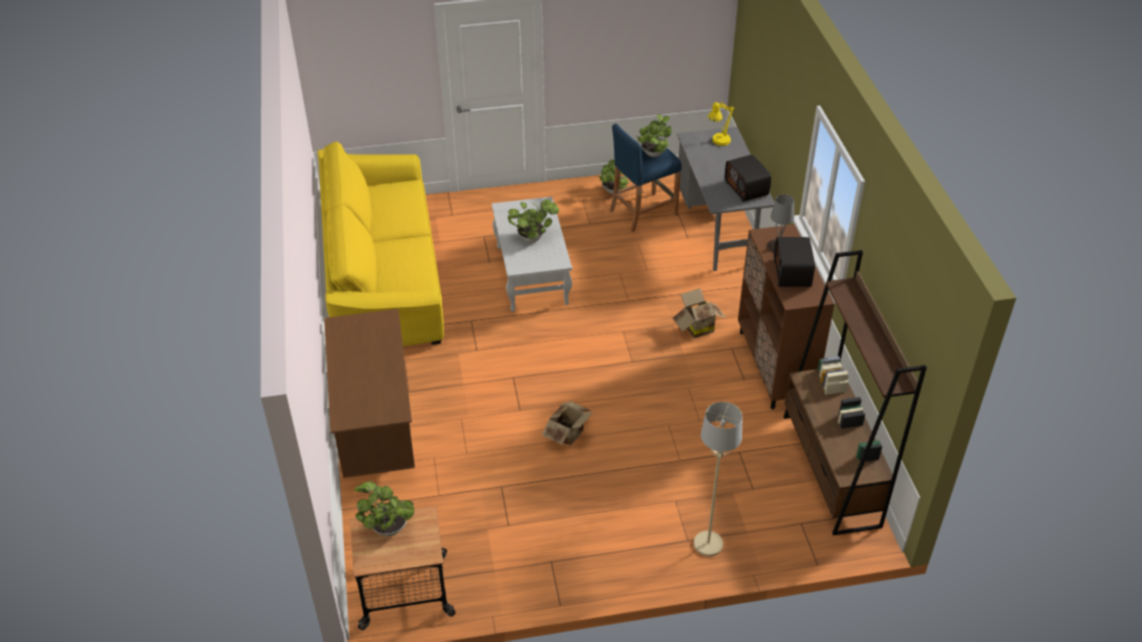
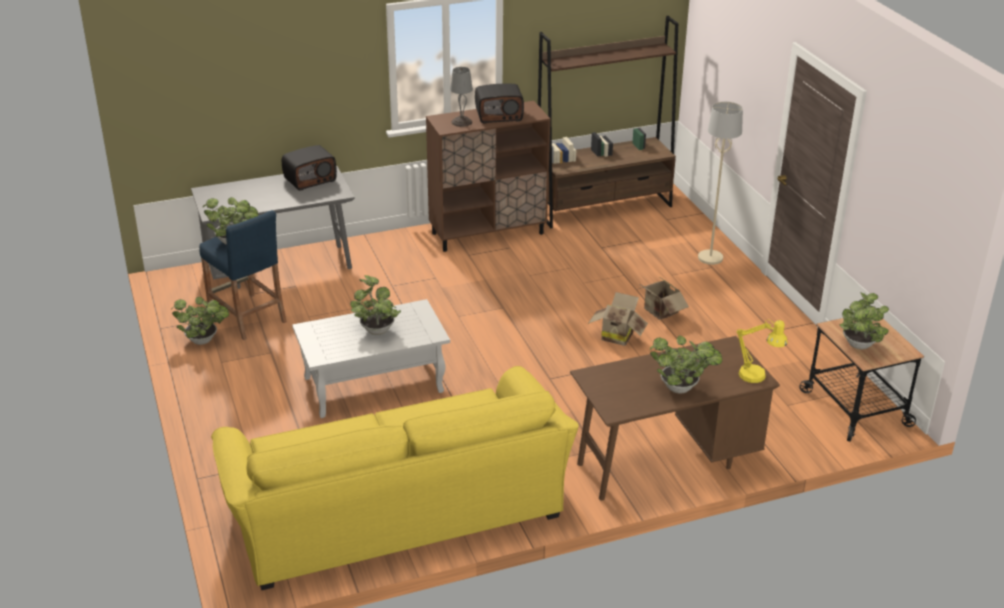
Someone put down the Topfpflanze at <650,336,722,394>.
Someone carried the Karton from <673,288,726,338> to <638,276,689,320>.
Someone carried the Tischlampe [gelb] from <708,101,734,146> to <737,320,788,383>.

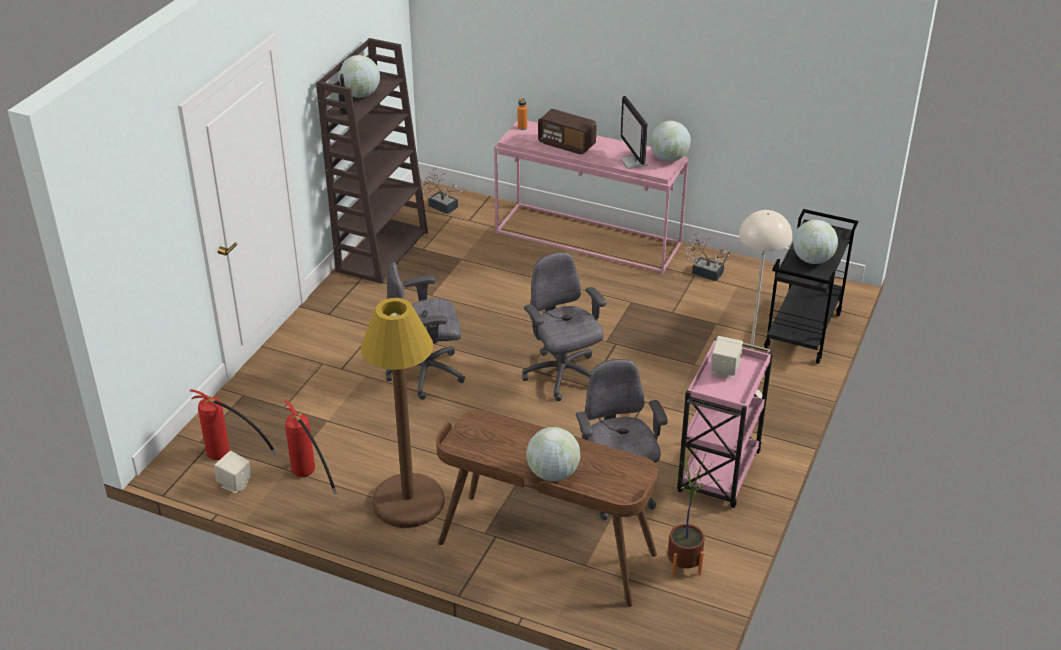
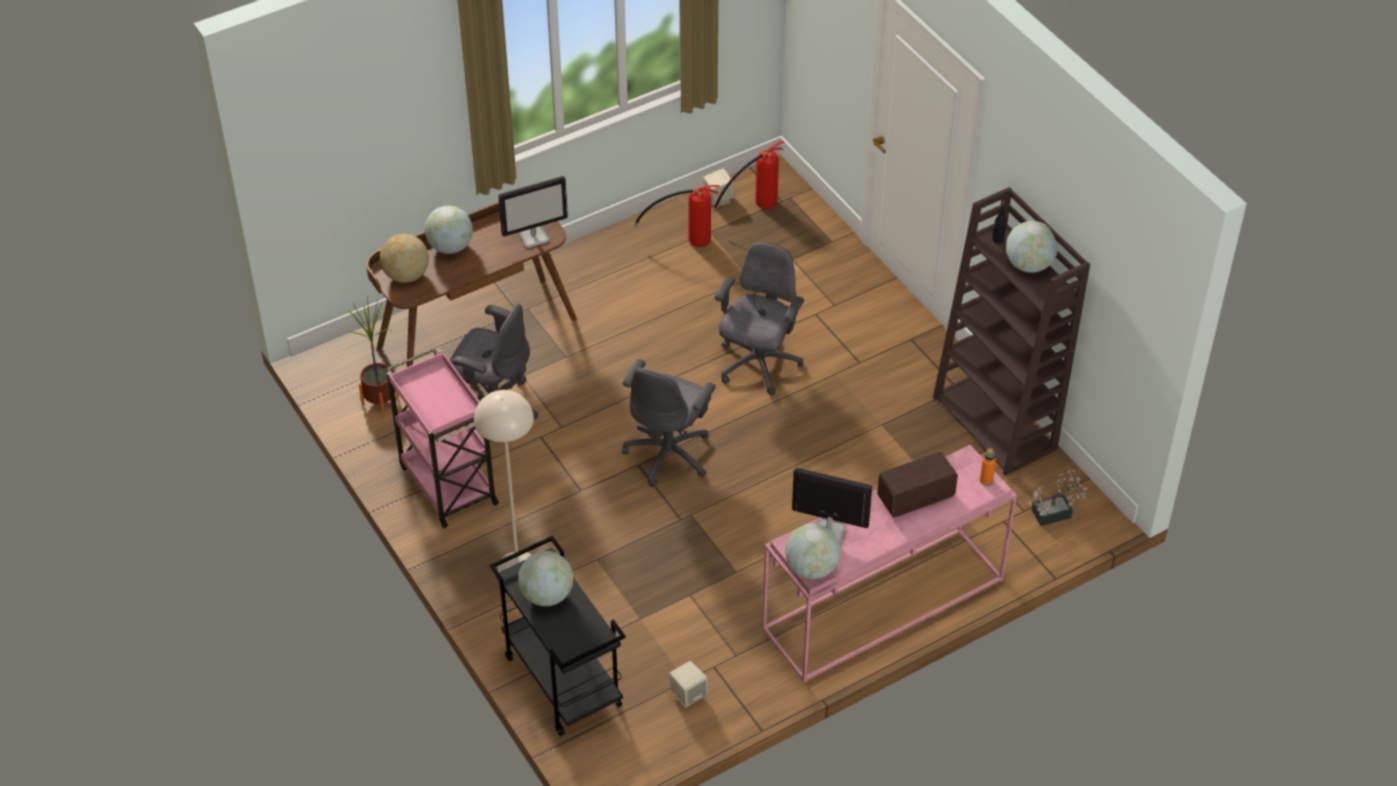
Someone took away the Stehlampe [braun] at <361,298,445,528>.
Someone took away the Topfpflanze at <685,232,731,281>.
Someone put down the Globus at <380,234,429,283>.
Someone put down the Monitor at <498,176,568,248>.
Someone carried the Lautsprecher [beige] from <711,336,743,379> to <669,661,708,708>.
Someone rotated the Bürostuhl [grau] at <522,252,607,401> by 105 degrees clockwise.

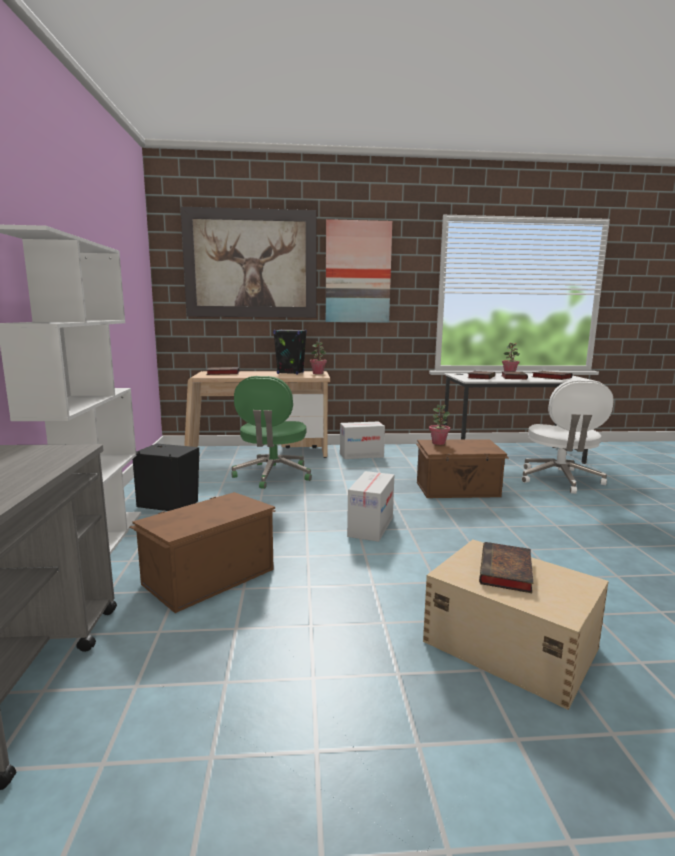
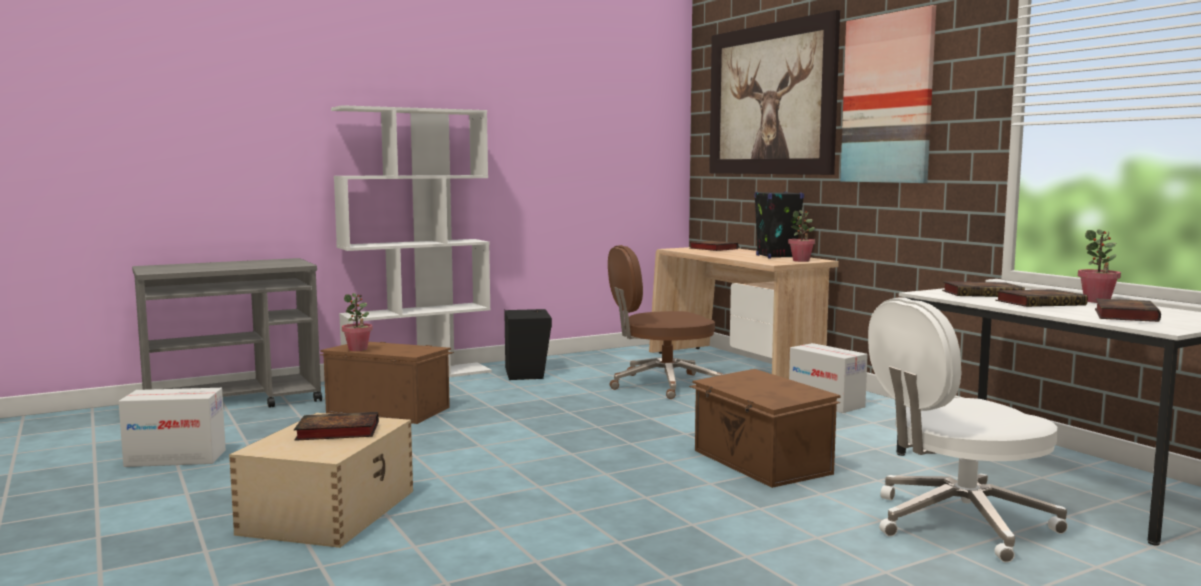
Someone carried the Karton from <347,471,394,542> to <118,388,226,467>.
Someone carried the Topfpflanze from <429,405,450,445> to <342,293,373,351>.
Someone repainted the Bürostuhl [grün] at <231,376,312,489>, which became the Bürostuhl [braun] at <608,245,723,399>.

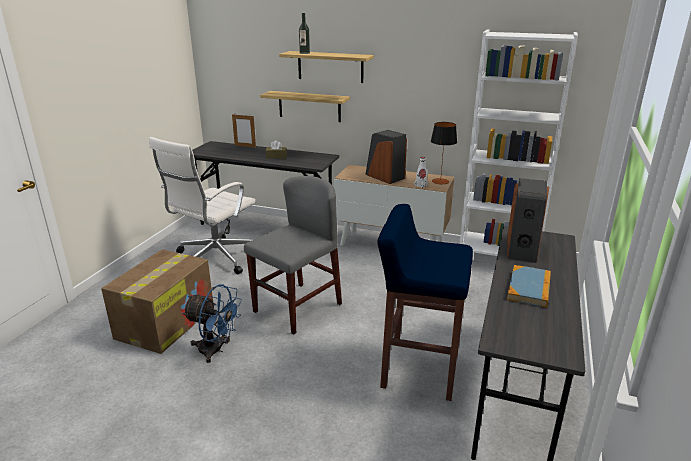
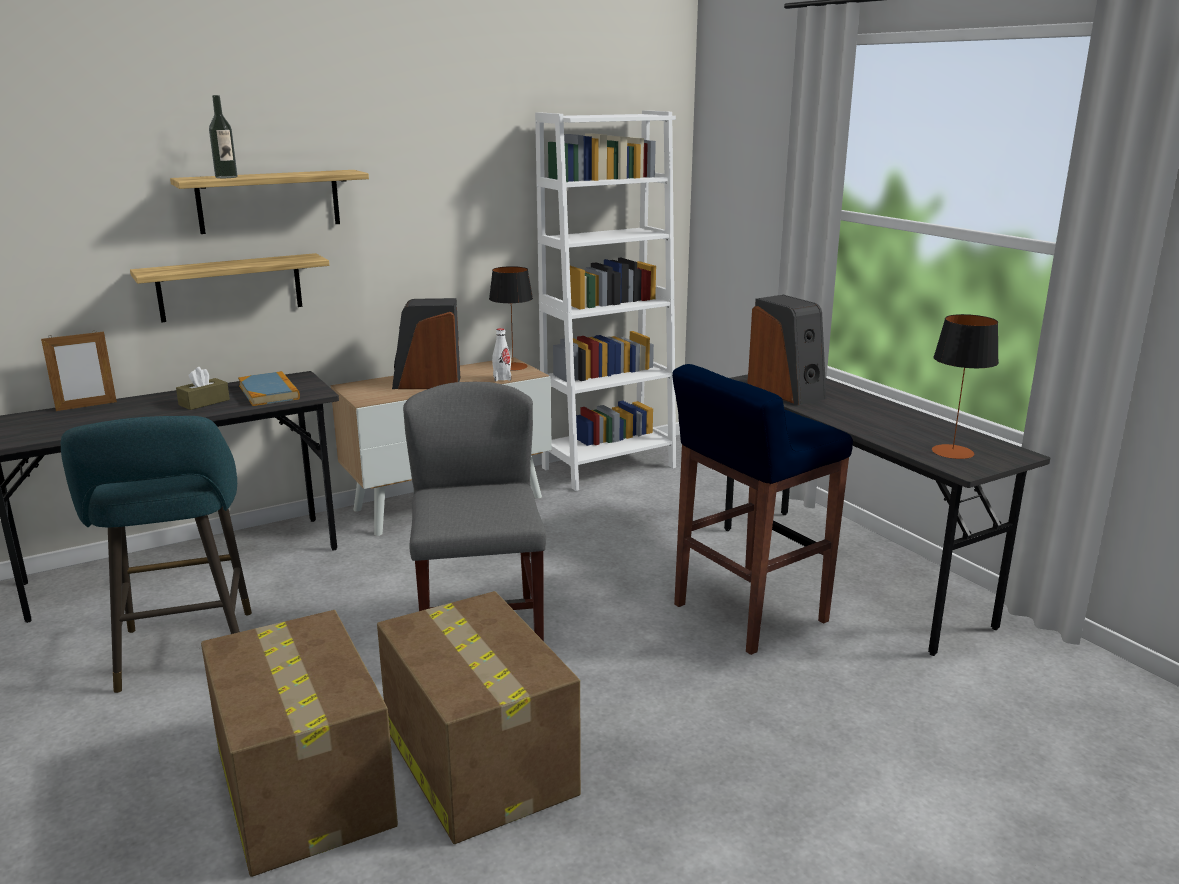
Someone put down the Tischlampe at <932,314,999,459>.
Someone carried the Buch from <507,265,551,307> to <238,371,300,406>.
Someone swapped the Bürostuhl [weiß] at <149,137,255,274> for the Hocker [türkis] at <61,416,252,693>.
Someone swapped the Ventilator [blau] at <182,284,242,363> for the Karton at <377,591,581,844>.

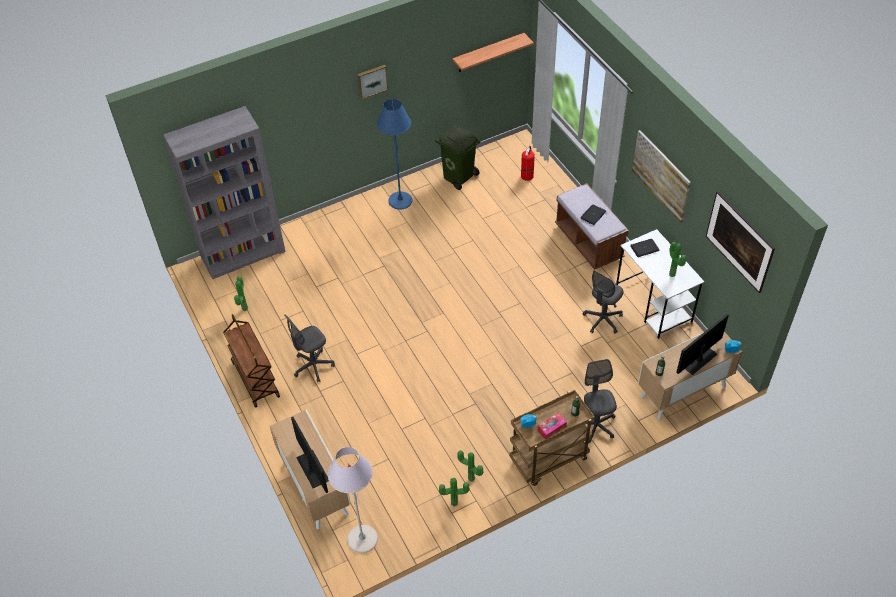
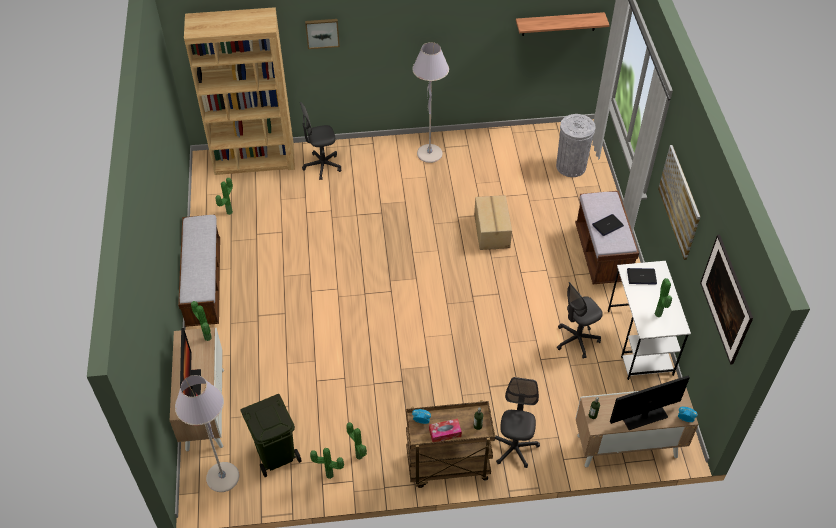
Someone put down the Topfpflanze at <191,301,212,341>.
Someone put down the Karton at <474,195,512,250>.
Someone carried the Bürostuhl [grau] from <284,315,335,382> to <300,102,341,180>.
Someone carried the Bild from <358,65,388,100> to <305,19,340,49>.
Someone carried the Mülleimer [grün] from <435,125,480,190> to <240,394,302,477>.
Someone swapped the Rollwagen [braun] at <223,314,280,408> for the Bank at <178,214,220,327>.
Someone swapped the Feuerlöscher at <521,146,535,181> for the Mülleimer [grau] at <556,114,596,177>.
Someone repainted the Bücherregal [grau] at <163,106,286,279>, which became the Bücherregal [braun] at <184,7,295,175>.
Someone repainted the Stehlampe [blau] at <377,99,412,210>, which became the Stehlampe [grau] at <412,42,449,163>.

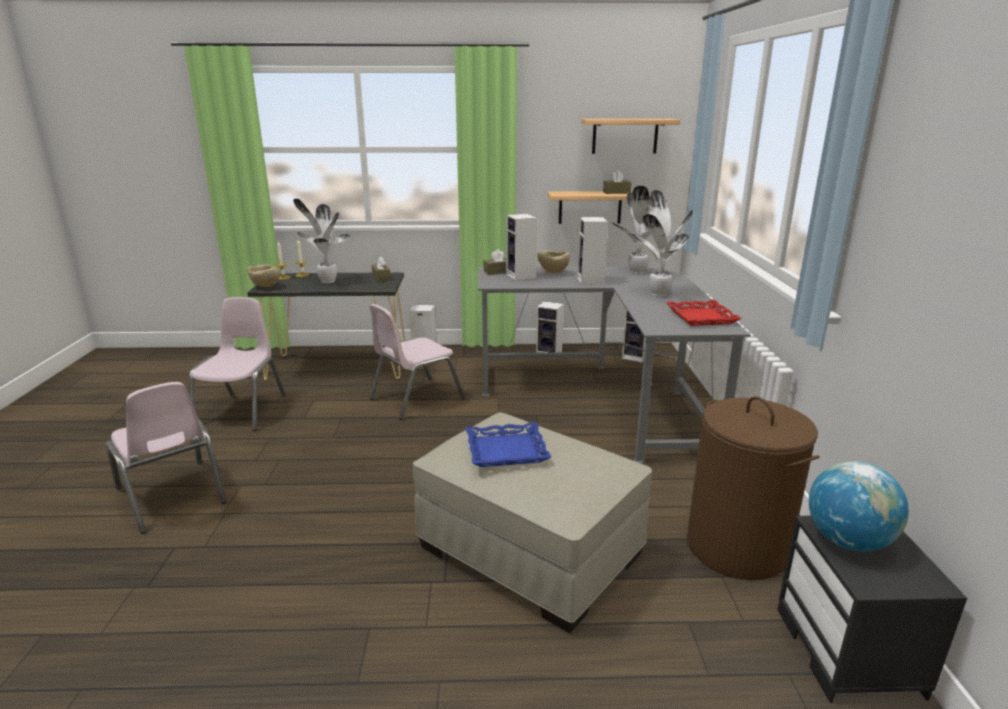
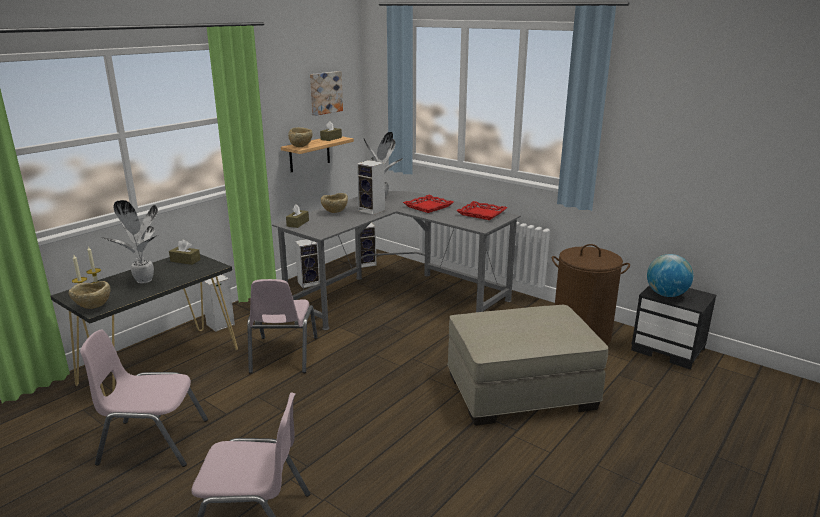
Someone took away the Tablett [blau] at <466,422,551,467>.
Someone took away the Lautsprecher at <506,214,537,281>.
Someone put down the Schüssel [beige] at <288,127,313,147>.
Someone swapped the Wandregal at <581,119,680,154> for the Bild at <310,71,343,116>.
Someone swapped the Topfpflanze at <632,190,693,296> for the Tablett [rot] at <403,195,454,213>.
Someone rotated the Stuhl [rosa] at <189,297,286,431> by 45 degrees counterclockwise.

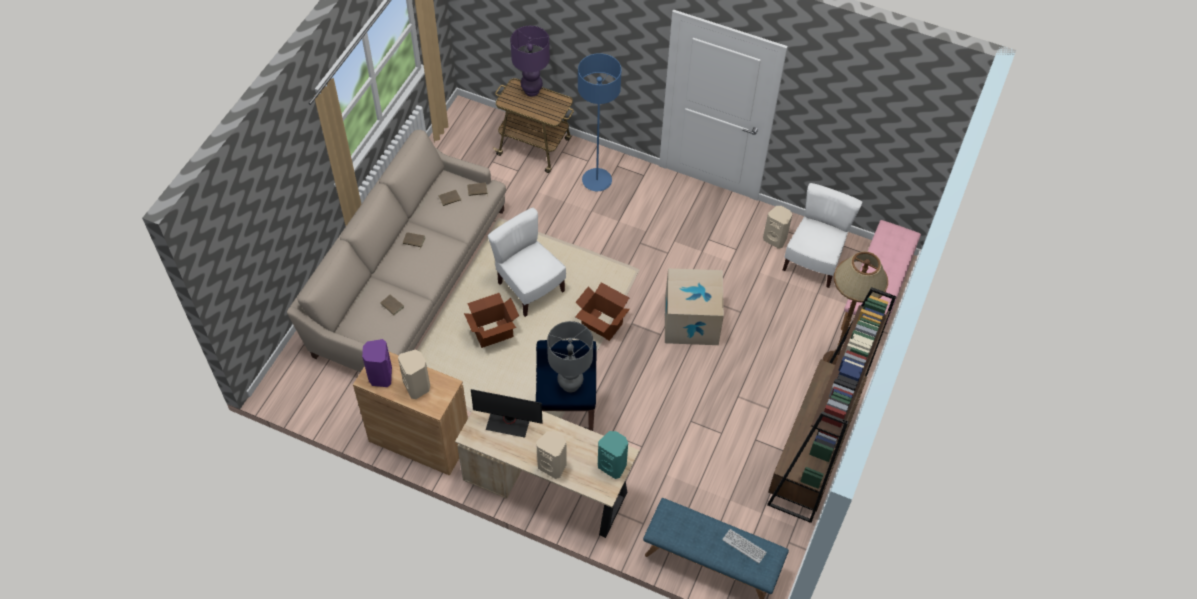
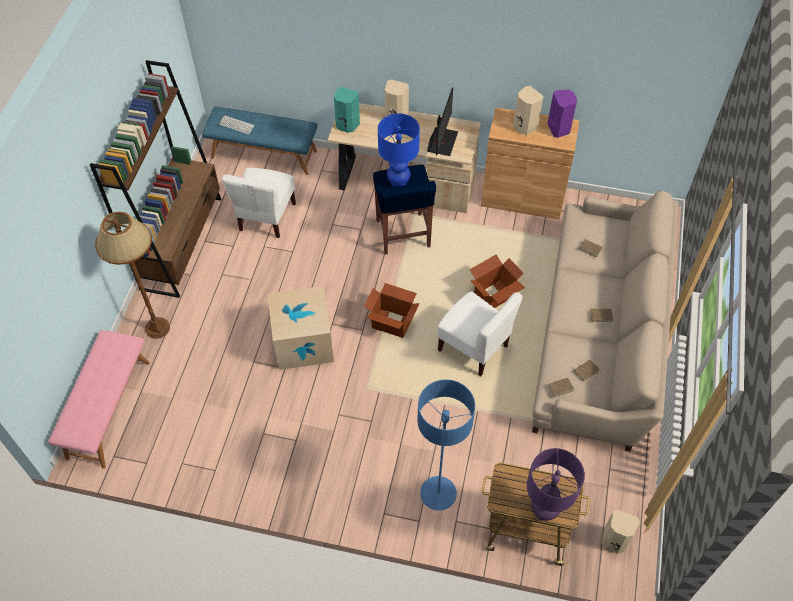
Someone carried the Lautsprecher [beige] from <763,206,793,249> to <602,509,640,554>.
Someone carried the Stuhl [weiß] from <783,183,862,288> to <222,168,296,238>.
Someone repainted the Tischlampe [grau] at <547,321,593,392>, which became the Tischlampe [blau] at <378,113,420,187>.
Someone rotated the Monitor at <471,389,542,438> by 105 degrees clockwise.

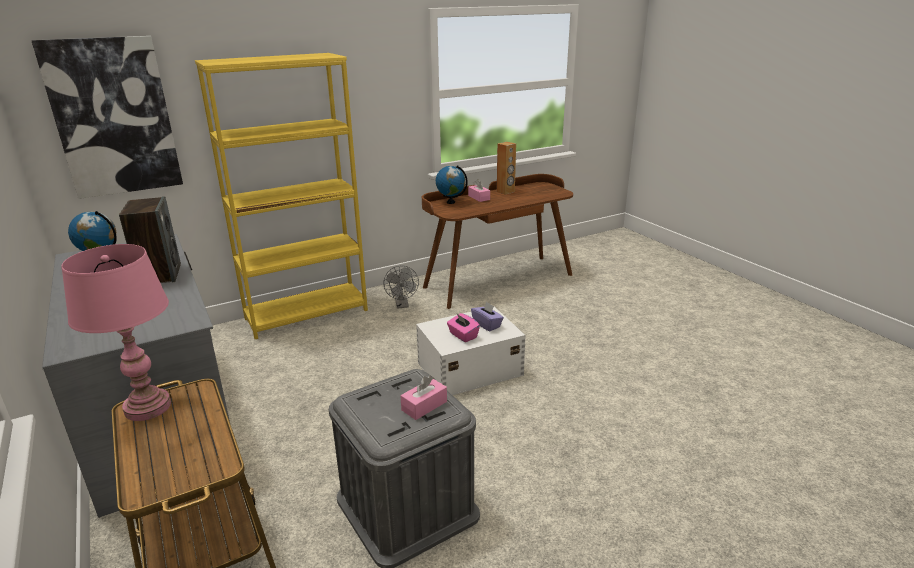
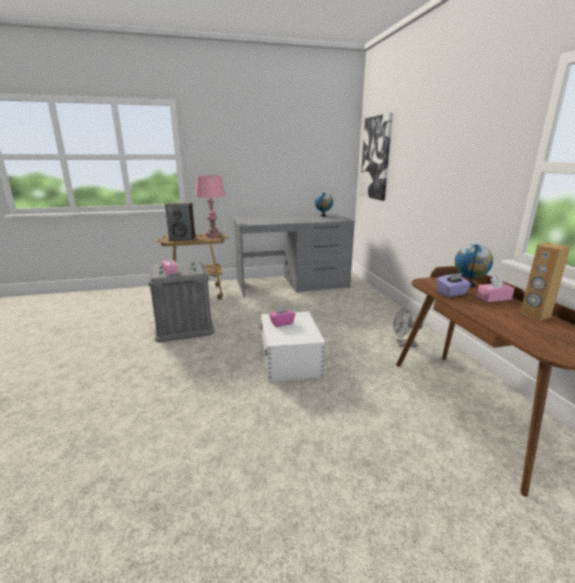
Someone took away the Bücherregal [gelb] at <195,53,368,339>.
Someone carried the Lautsprecher from <119,196,181,283> to <165,203,195,241>.
Someone carried the Taschentuchbox [lila] from <471,302,504,331> to <436,273,471,297>.

